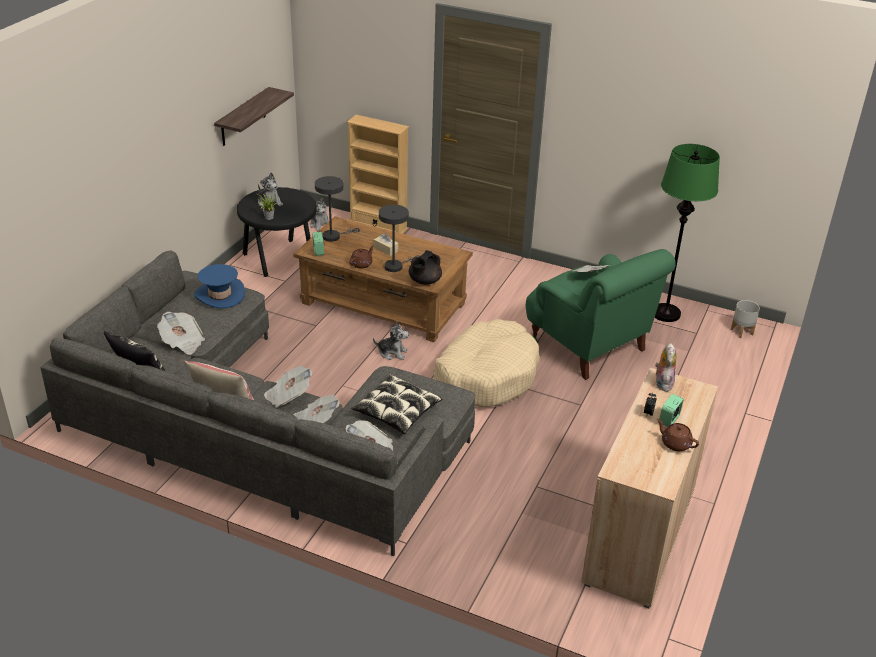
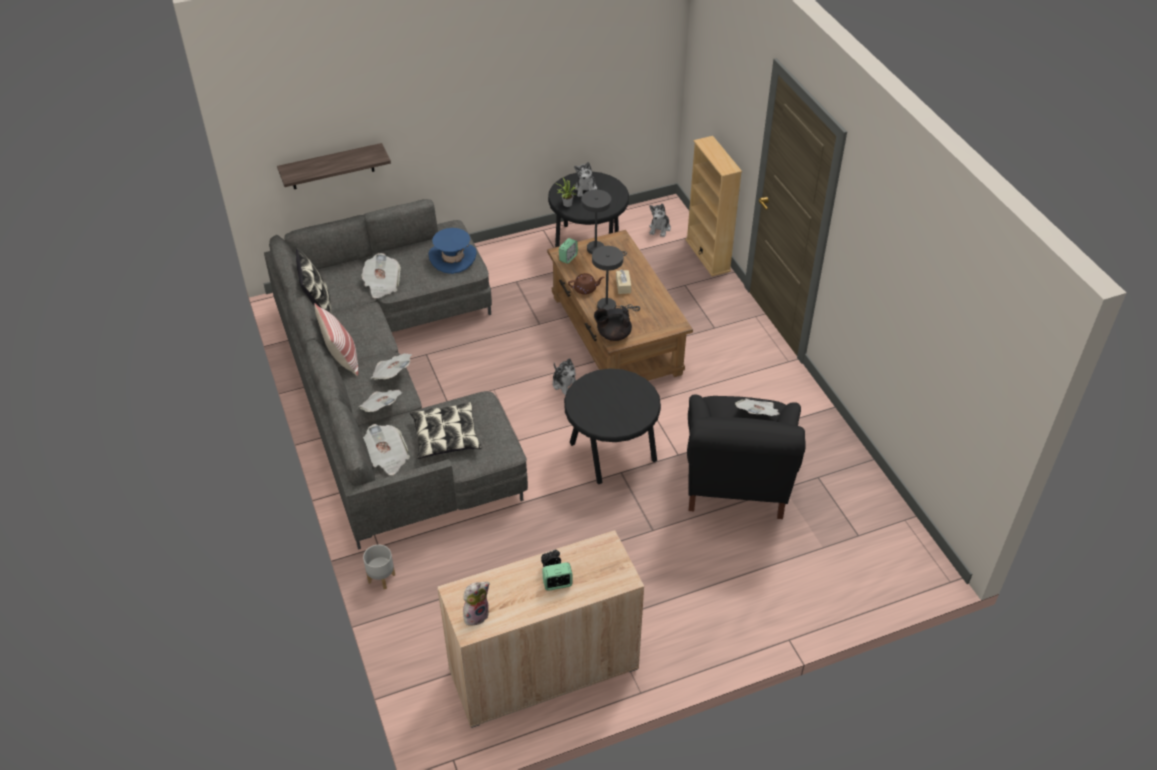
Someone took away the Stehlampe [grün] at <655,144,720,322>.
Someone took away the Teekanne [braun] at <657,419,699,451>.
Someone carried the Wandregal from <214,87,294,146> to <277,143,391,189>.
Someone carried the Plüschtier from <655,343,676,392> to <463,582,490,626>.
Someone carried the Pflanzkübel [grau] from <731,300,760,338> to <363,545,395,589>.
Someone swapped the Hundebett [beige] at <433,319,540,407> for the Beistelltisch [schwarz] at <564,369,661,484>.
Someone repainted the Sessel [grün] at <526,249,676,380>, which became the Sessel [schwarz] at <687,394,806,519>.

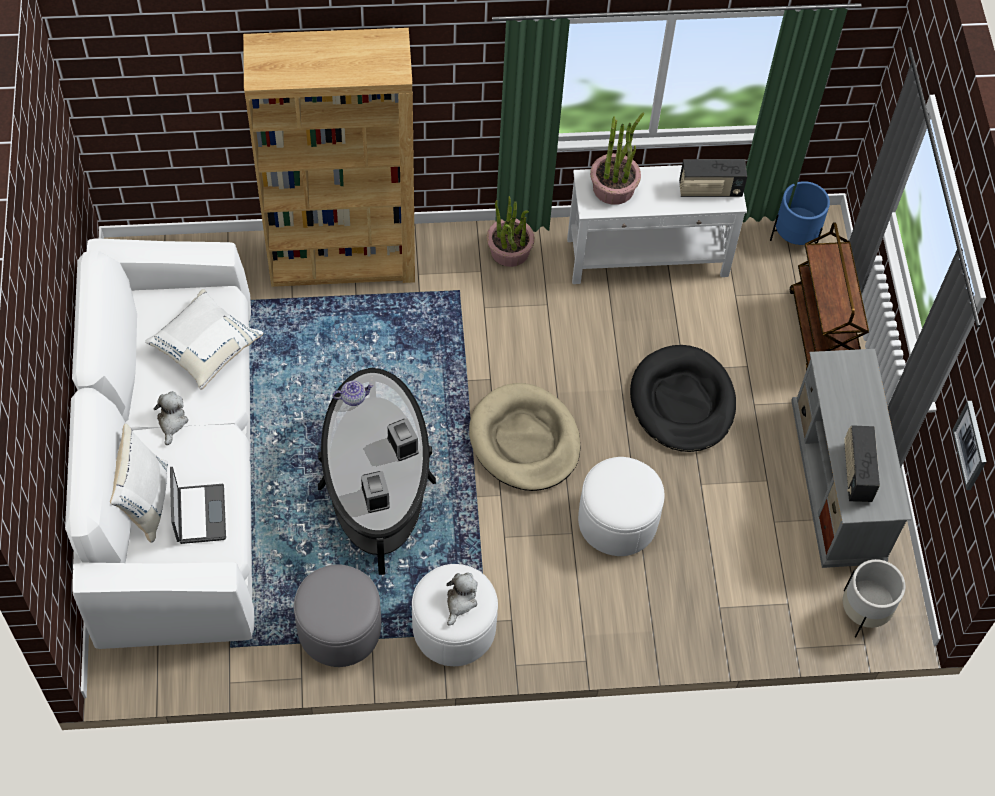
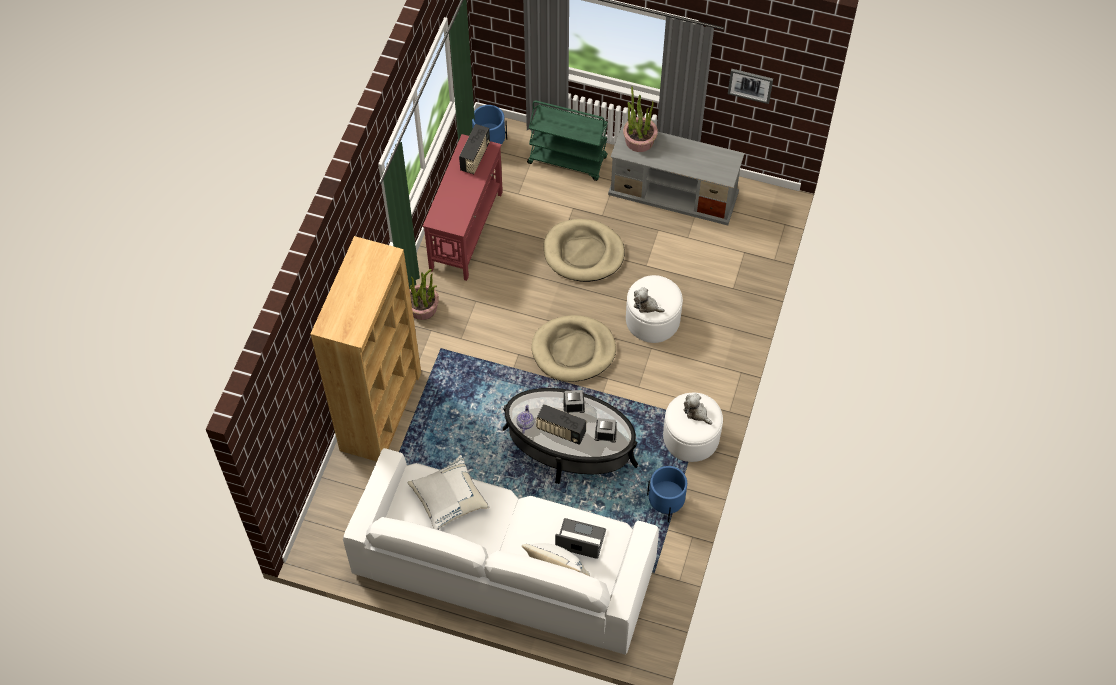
Someone took away the Pflanzkübel [weiß] at <843,559,905,637>.
Someone carried the Plüschtier from <154,392,188,445> to <634,287,665,313>.
Someone carried the Topfpflanze from <590,113,644,205> to <623,86,658,152>.
Someone carried the Radio from <844,425,880,502> to <536,404,586,445>.
Someone swapped the Polsterhocker [grau] at <294,564,381,667> for the Pflanzkübel [blau] at <647,466,687,522>.
Someone repainted the Konsolentisch [weiß] at <567,165,747,284>, which became the Konsolentisch [rot] at <423,134,503,281>.
Someone repainted the Hundebett [schwarz] at <630,345,736,452>, which became the Hundebett [beige] at <544,219,625,282>.
Someone repainted the Rollwagen [braun] at <789,222,869,370>, which became the Rollwagen [grün] at <527,100,608,181>.

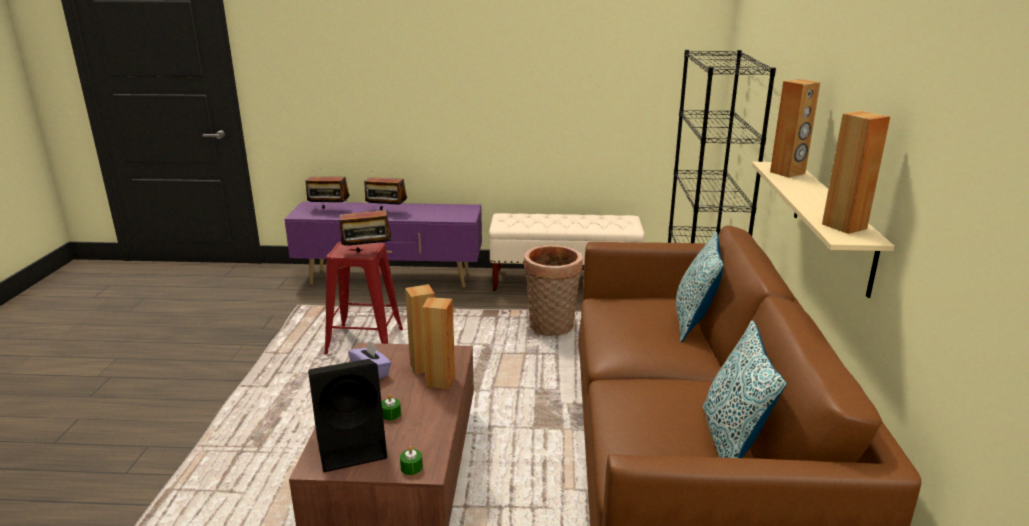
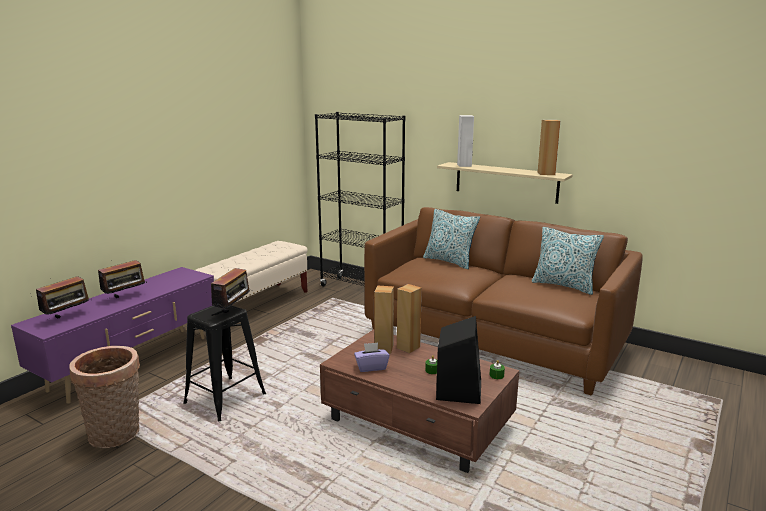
Someone carried the Korb from <524,245,583,336> to <69,346,140,448>.
Someone repainted the Hocker [rot] at <324,242,403,355>, which became the Hocker [schwarz] at <183,305,266,421>.
Someone repainted the Lautsprecher [braun] at <770,79,820,178>, which became the Lautsprecher [weiß] at <457,115,474,167>.

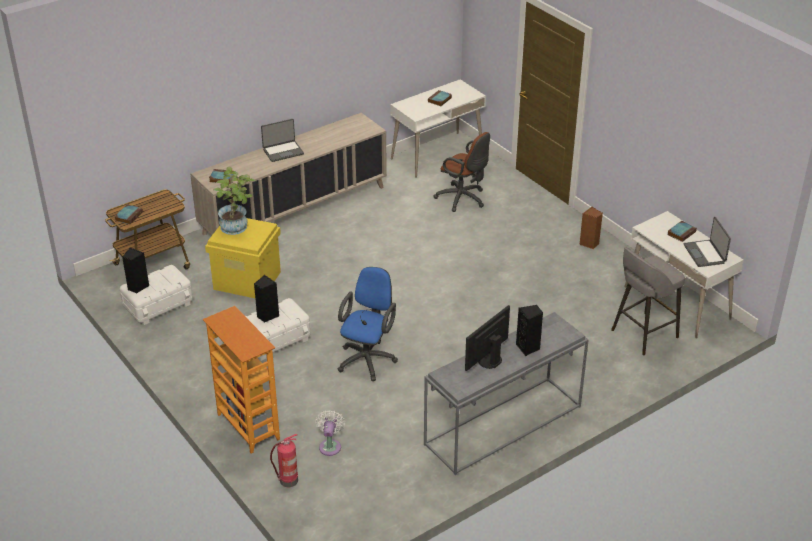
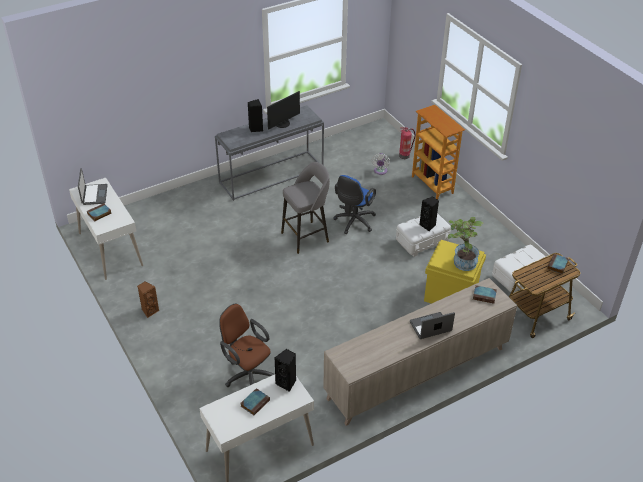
Someone carried the Lautsprecher [schwarz] from <122,248,149,294> to <275,349,296,392>.
Someone carried the Hocker [grau] from <611,247,685,355> to <281,162,330,254>.

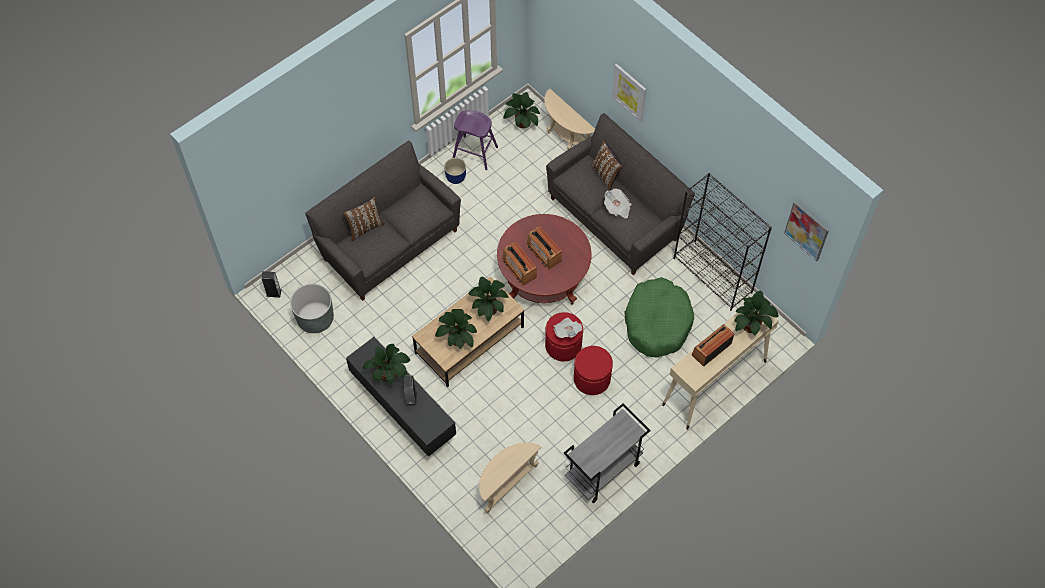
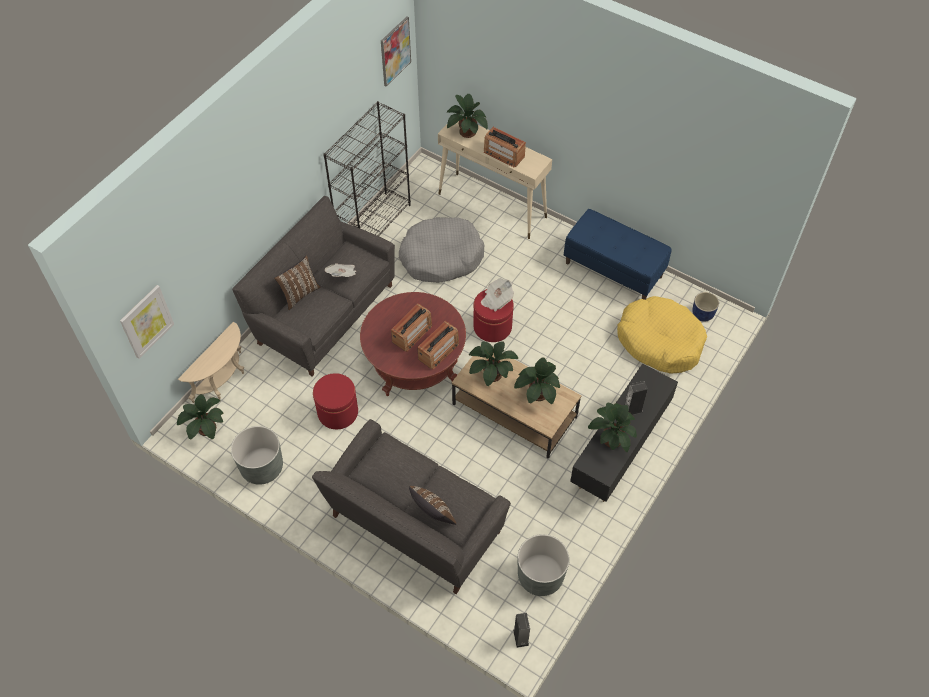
Someone carried the Pflanzkübel [blau] from <444,158,466,184> to <692,292,719,322>.
Someone carried the Polsterhocker [rot] from <574,346,613,395> to <313,373,358,429>.
Someone carried the Bild from <612,64,646,122> to <120,285,174,359>.
Someone swapped the Hocker [lila] at <453,110,498,170> for the Pflanzkübel [grau] at <231,426,283,485>.
Someone swapped the Beistelltisch [beige] at <479,442,541,514> for the Hundebett [gelb] at <617,296,707,374>.
Someone swapped the Rollwagen [grau] at <563,403,651,503> for the Bank [blau] at <564,209,672,300>.
Someone repainted the Hundebett [grün] at <624,277,694,357>, which became the Hundebett [grau] at <399,217,485,283>.

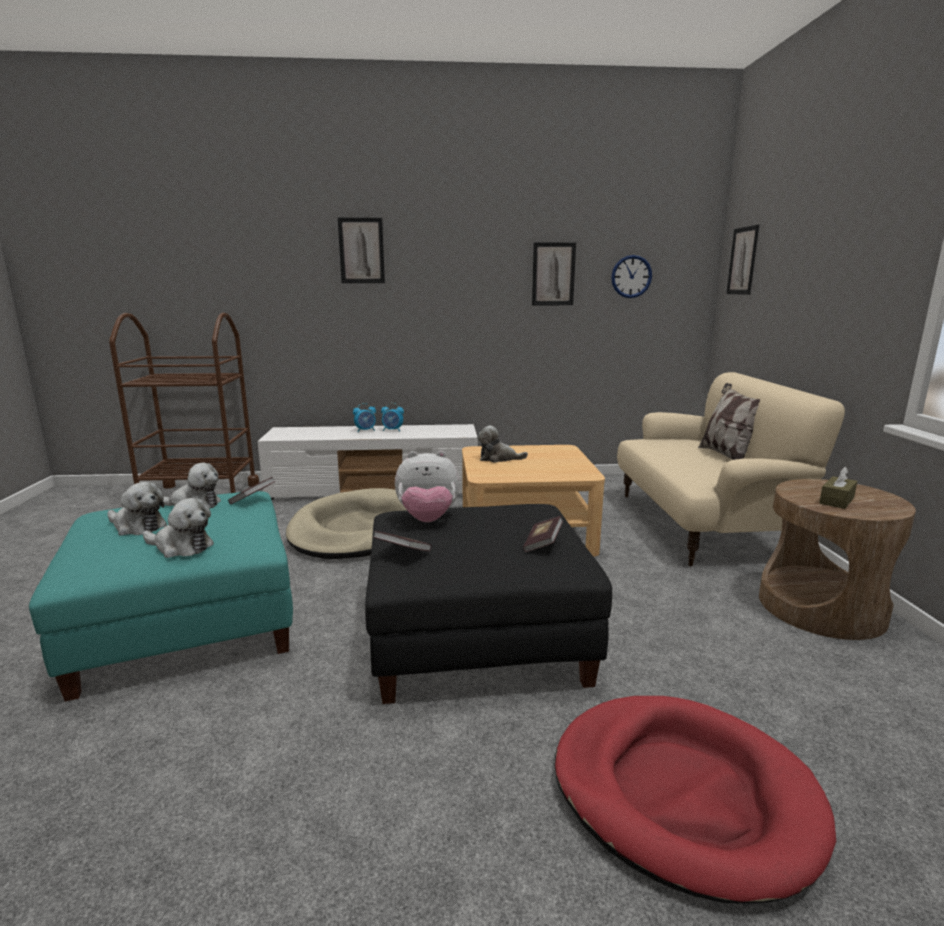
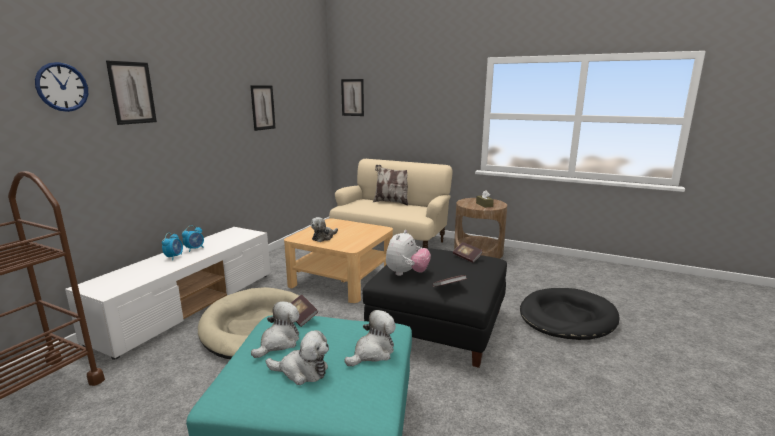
Someone carried the Wanduhr from <611,255,652,298> to <35,62,88,112>.
Someone repainted the Hundebett [rot] at <555,696,836,904>, which became the Hundebett [schwarz] at <520,288,620,340>.
Someone rotated the Plüschtier at <107,482,167,536> by 45 degrees clockwise.

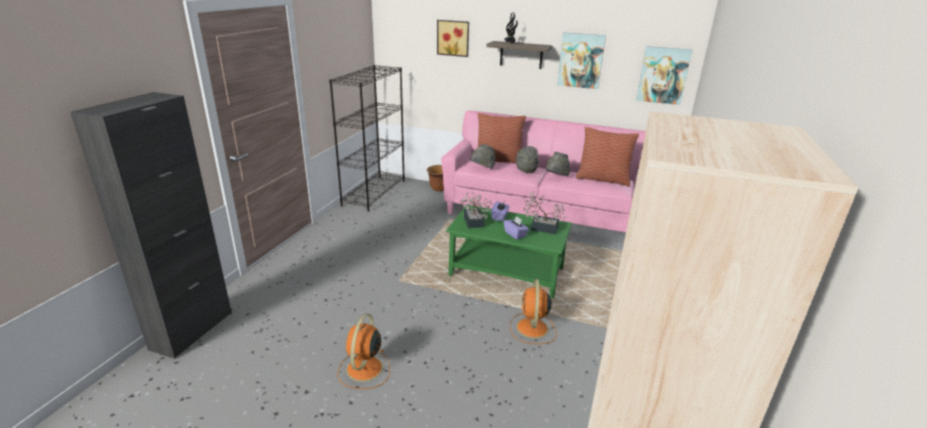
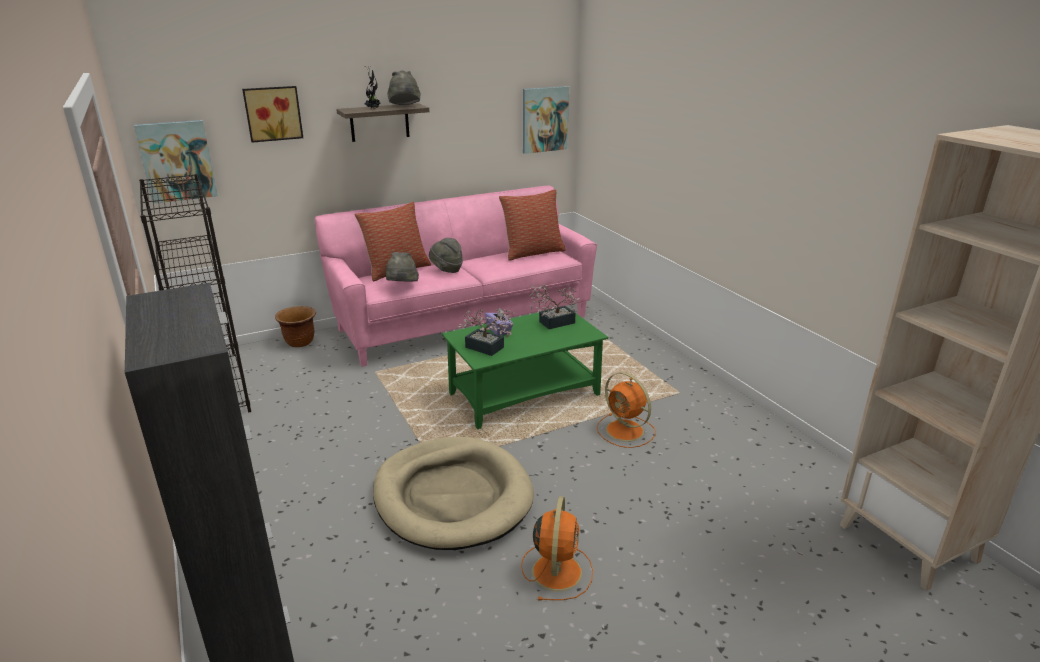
Someone took away the Taschentuchbox [lila] at <504,216,529,240>.
Someone put down the Hundebett [beige] at <373,437,534,550>.
Someone carried the Hut [grau] from <546,152,570,176> to <387,70,420,105>.
Someone carried the Bild from <557,33,606,89> to <134,120,218,203>.
Someone rotated the Ventilator [orange] at <337,314,390,389> by 135 degrees counterclockwise.

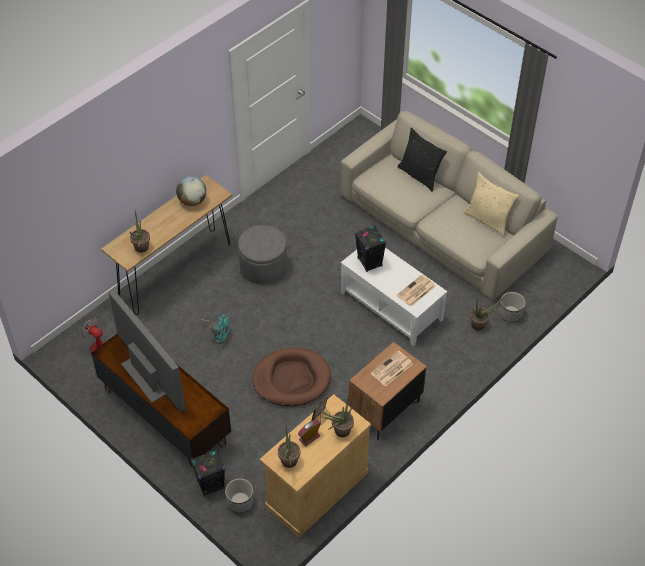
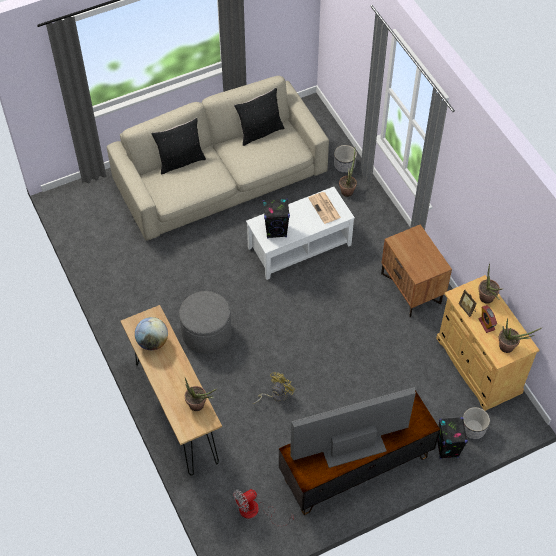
Someone took away the Hundebett [braun] at <252,348,330,407>.
Someone took away the Zeitung at <371,351,413,387>.
Someone repainted the Ventilator [türkis] at <201,314,230,344>, which became the Ventilator [gelb] at <253,372,295,404>.
Someone repainted the Kissen [beige] at <464,172,520,237>, which became the Kissen [schwarz] at <234,88,284,146>.

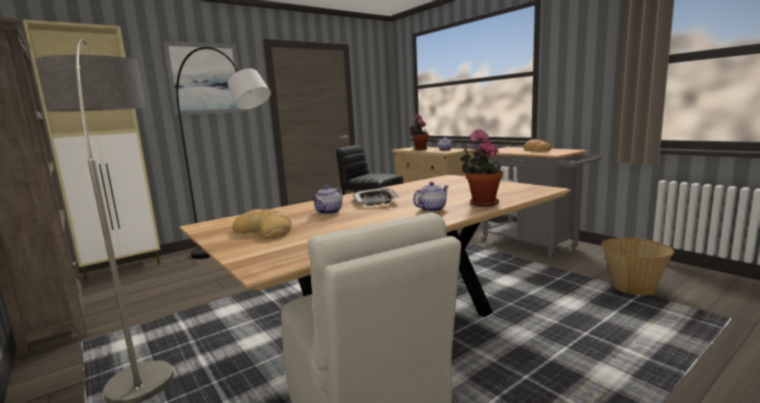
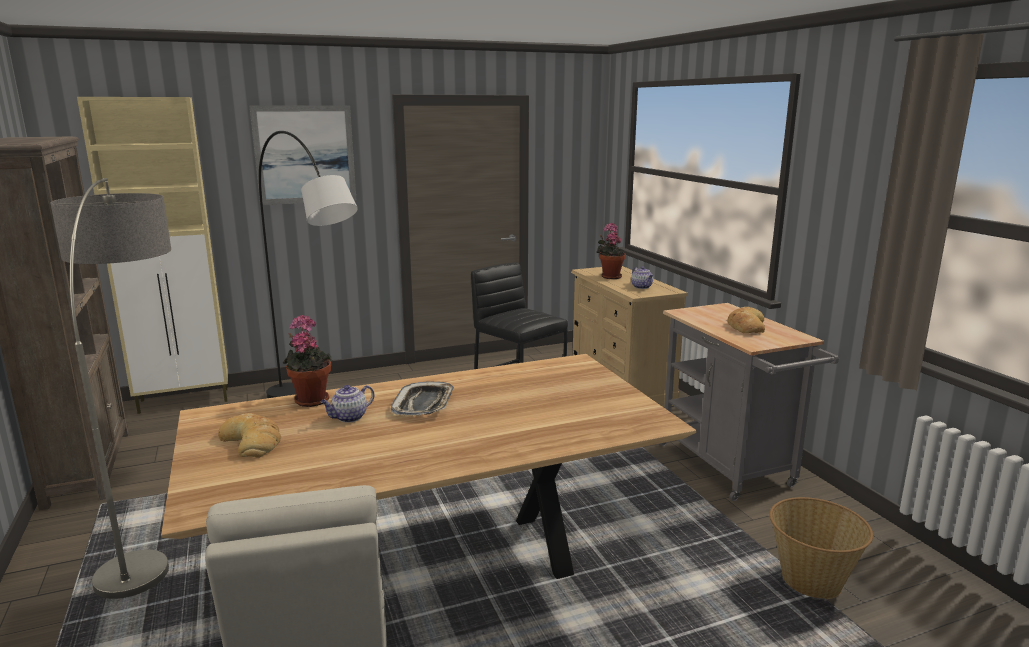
Someone took away the Teekanne at <413,182,449,212>.
Someone carried the Topfpflanze from <460,129,503,206> to <282,315,332,407>.

